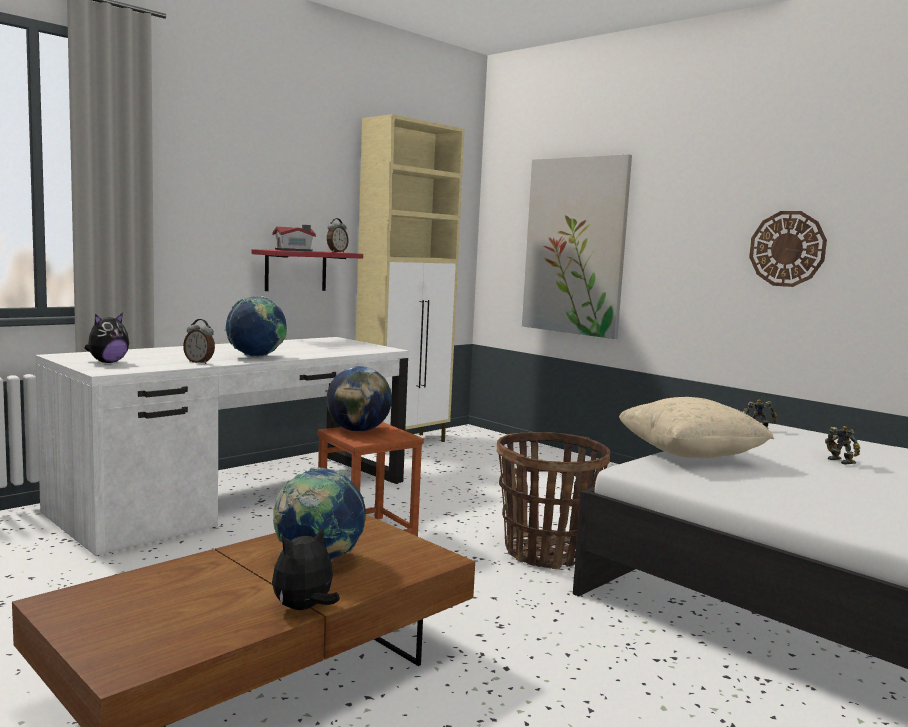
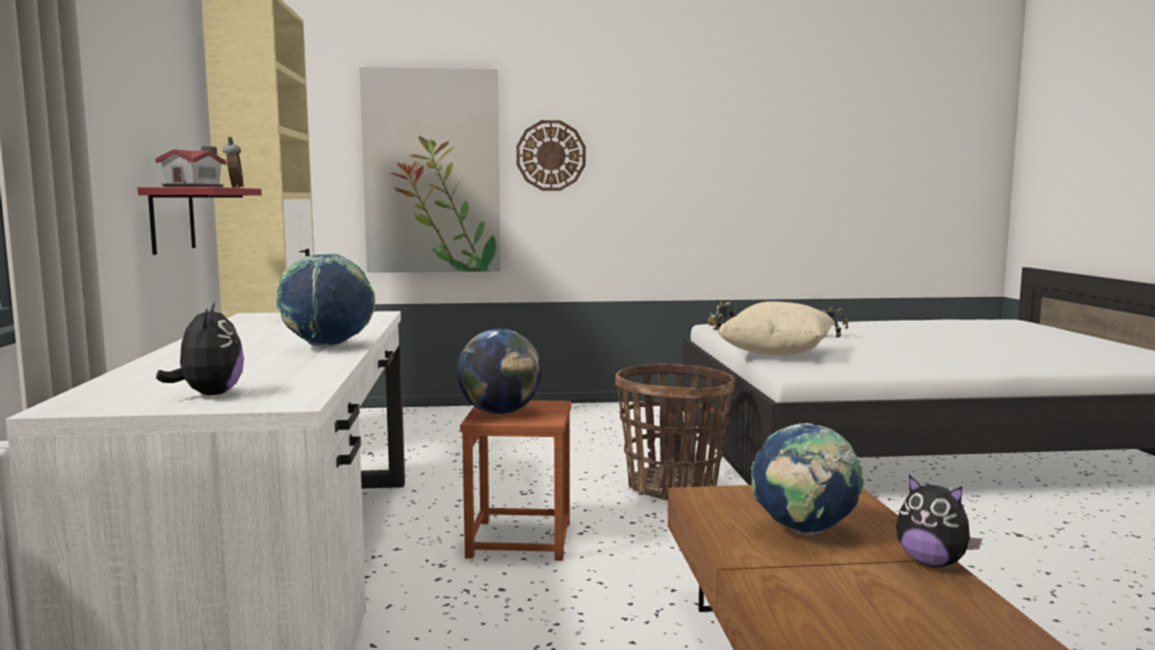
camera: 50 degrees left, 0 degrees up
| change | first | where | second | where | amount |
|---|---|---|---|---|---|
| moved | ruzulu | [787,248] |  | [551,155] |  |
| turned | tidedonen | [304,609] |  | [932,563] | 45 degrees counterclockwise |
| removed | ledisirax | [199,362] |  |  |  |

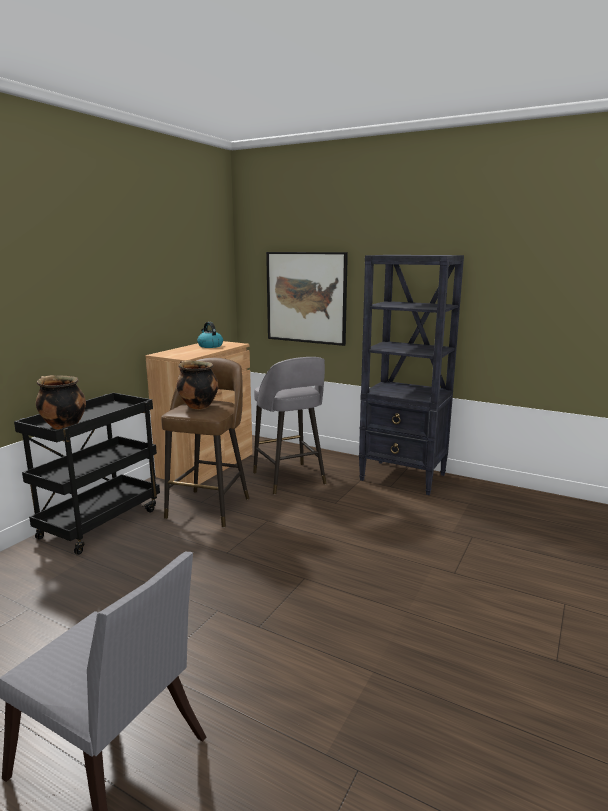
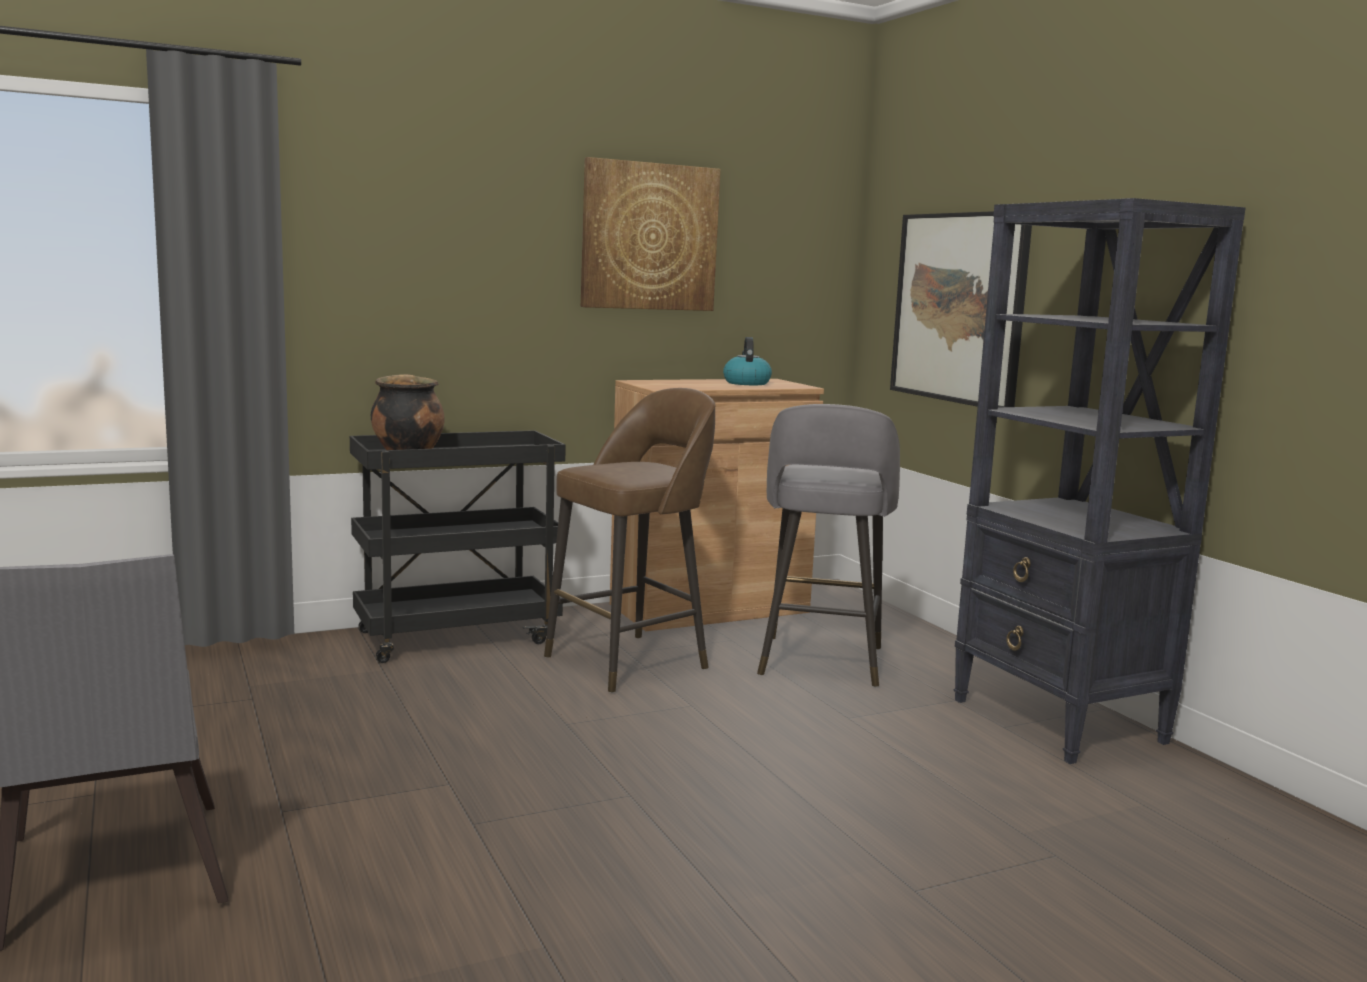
camera: 35 degrees right, 5 degrees down
| change | first | where | second | where | amount |
|---|---|---|---|---|---|
| added |  |  | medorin | [649,237] |  |
| removed | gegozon | [197,406] |  |  |  |

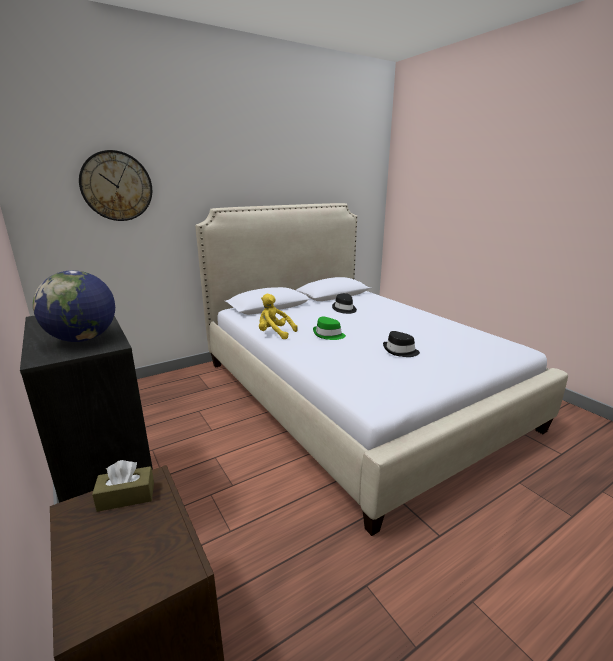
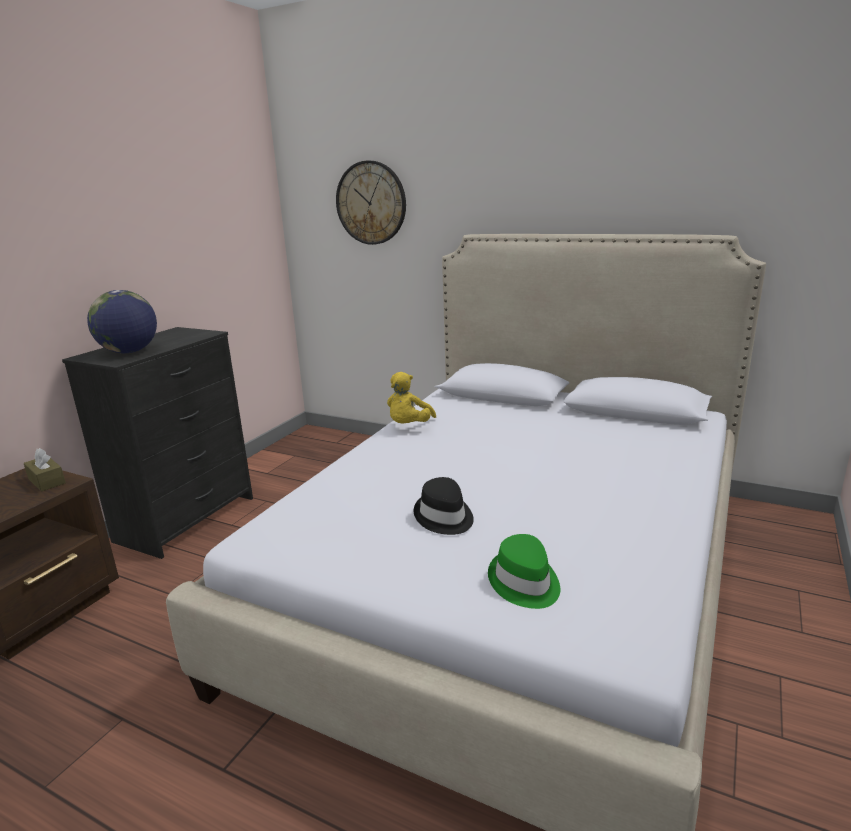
camera: 60 degrees right, 0 degrees up
| change | first | where | second | where | amount |
|---|---|---|---|---|---|
| turned | tidedonen (yellow) | [274,333] |  | [409,426] | 150 degrees counterclockwise |
| moved | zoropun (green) | [328,335] |  | [524,583] |  |
| removed | zoropun (black) | [344,309] |  |  |  |

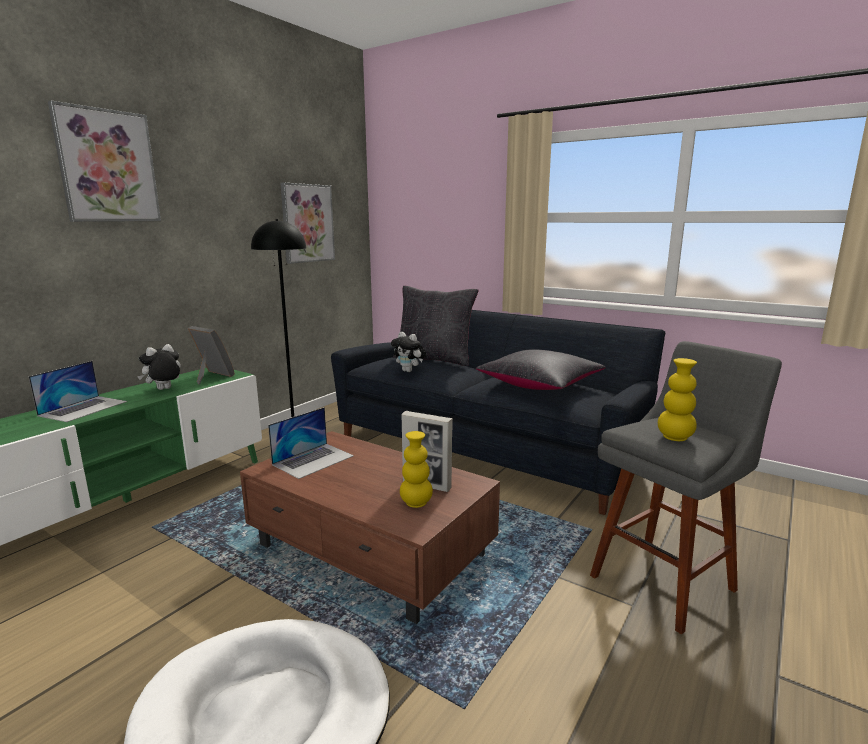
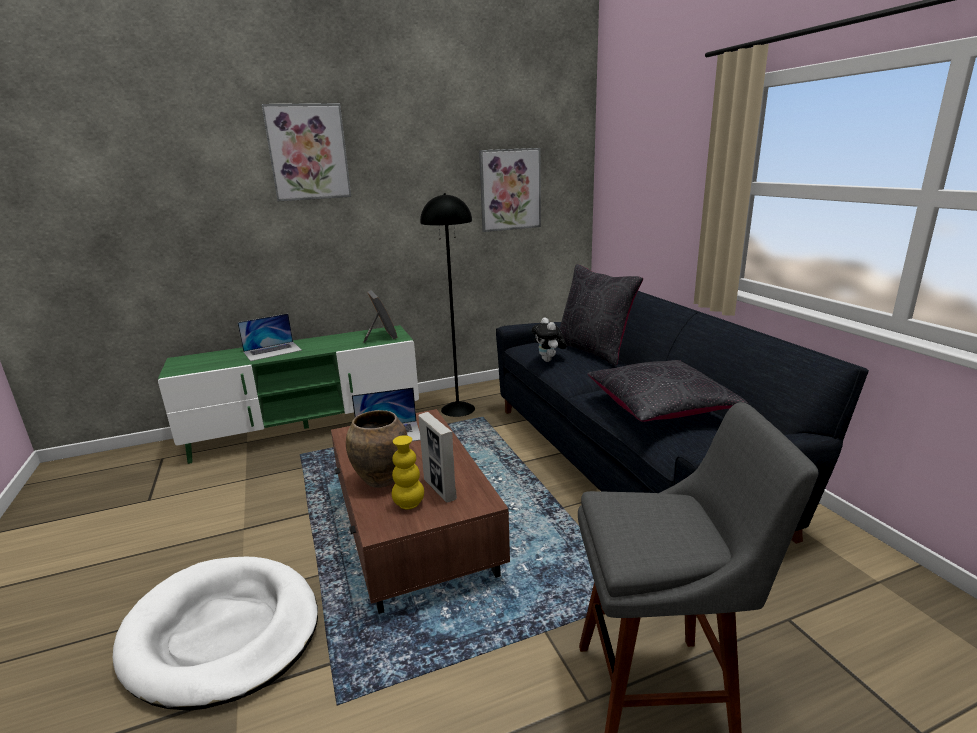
camera: 35 degrees right, 5 degrees up
| change | first | where | second | where | amount |
|---|---|---|---|---|---|
| added |  |  | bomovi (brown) | [381,480] |  |
| removed | tidedonen | [164,389] |  |  |  |
| removed | bomovi (yellow) | [675,438] |  |  |  |

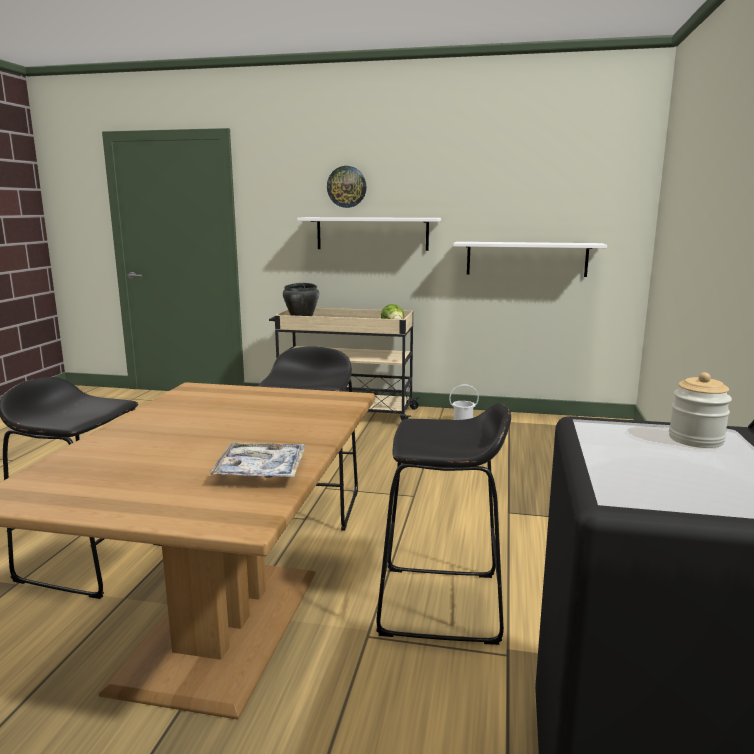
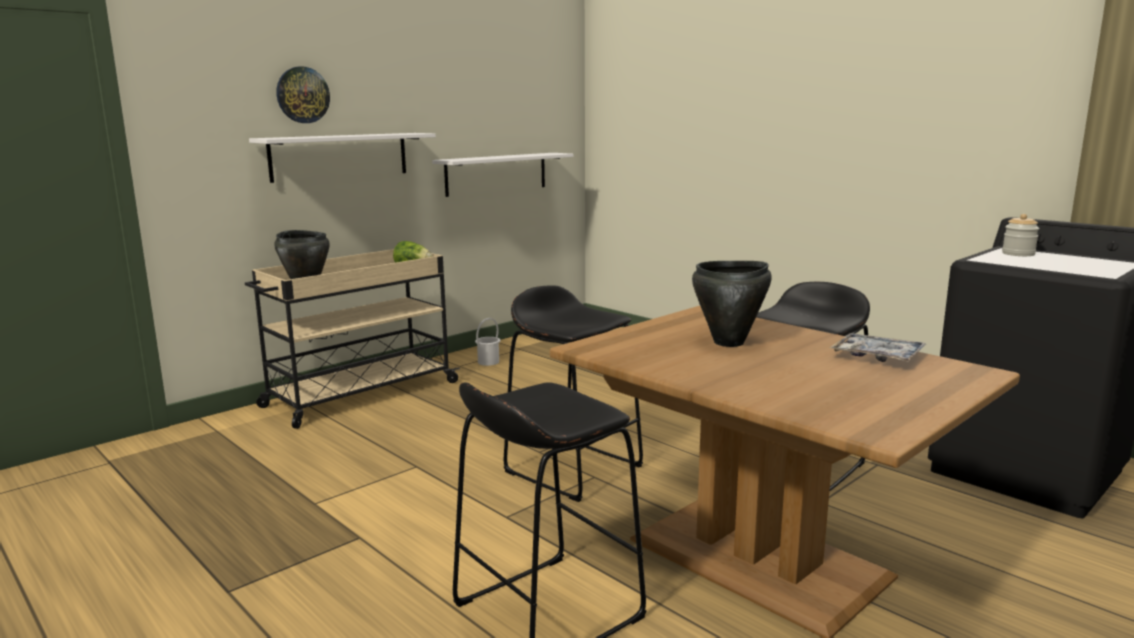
camera: 55 degrees left, 0 degrees up
| change | first | where | second | where | amount |
|---|---|---|---|---|---|
| added |  |  | gegozon (black) | [729,343] |  |

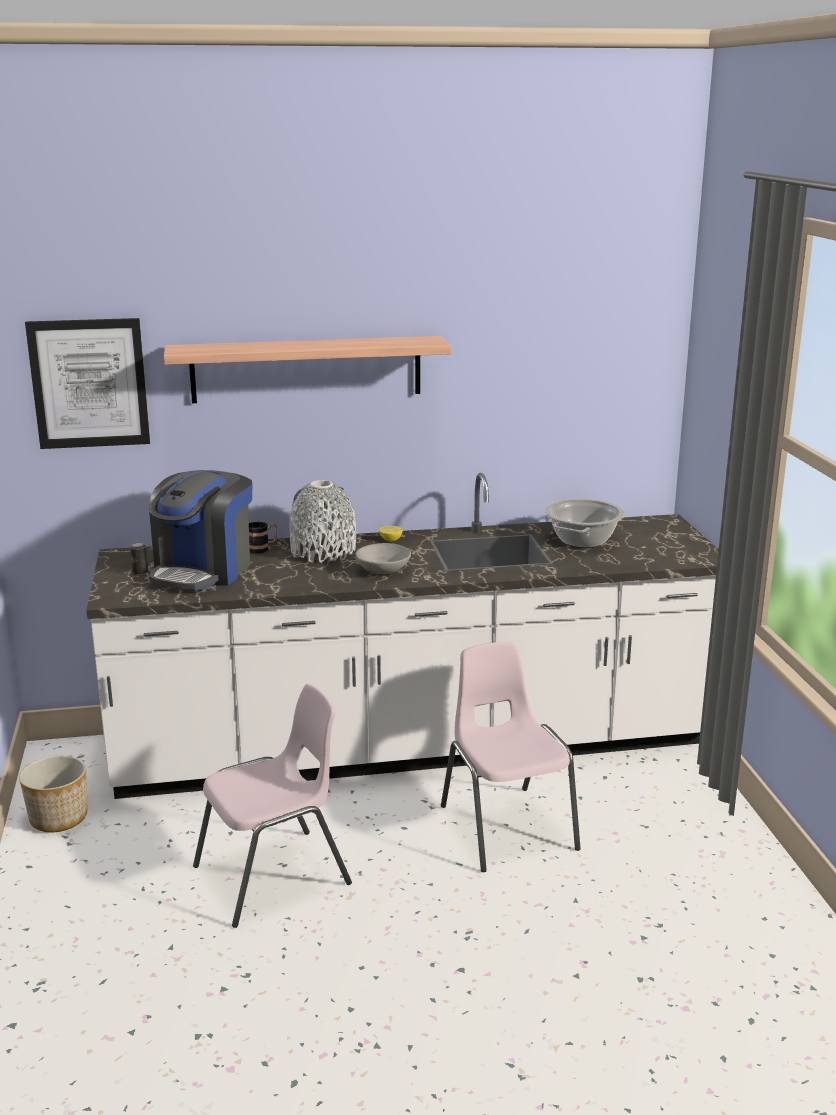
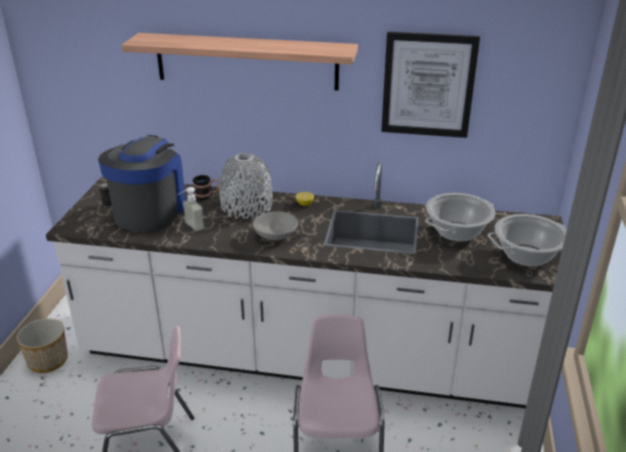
camera: 20 degrees right, 10 degrees up
| change | first | where | second | where | amount |
|---|---|---|---|---|---|
| turned | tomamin | [203,571] |  | [150,211] | 150 degrees clockwise |
| added |  |  | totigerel | [190,227] |  |
| moved | medorin | [89,383] |  | [428,85] |  |
| added |  |  | gegozon | [527,255] |  |

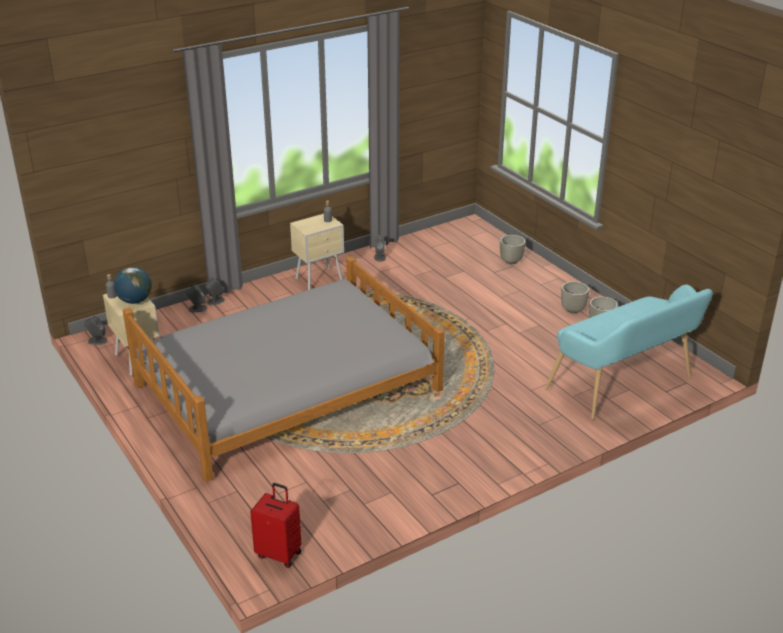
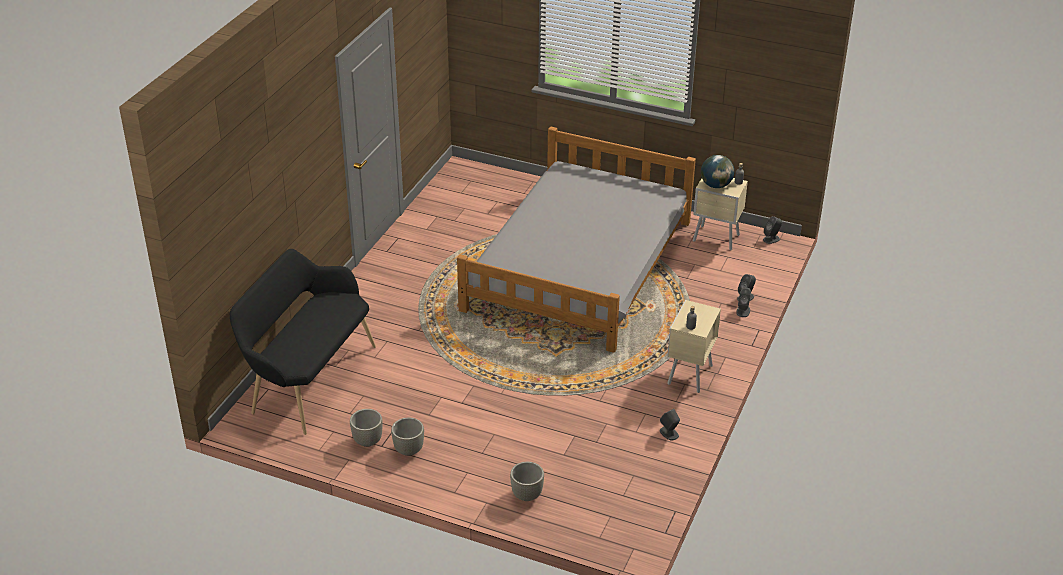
camera: 145 degrees right, 5 degrees up
| change | first | where | second | where | amount |
|---|---|---|---|---|---|
| recoloured | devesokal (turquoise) | [625,385] | devesokal (black) | [308,379] |  |
| removed | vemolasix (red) | [279,553] |  |  |  |

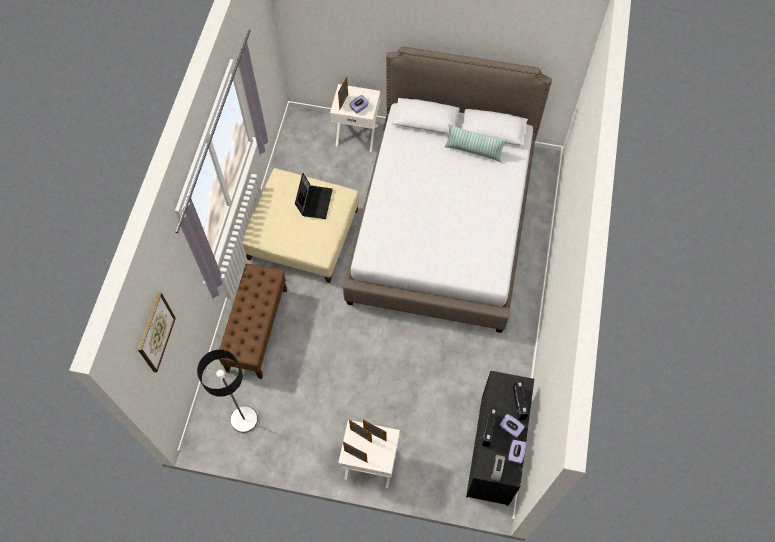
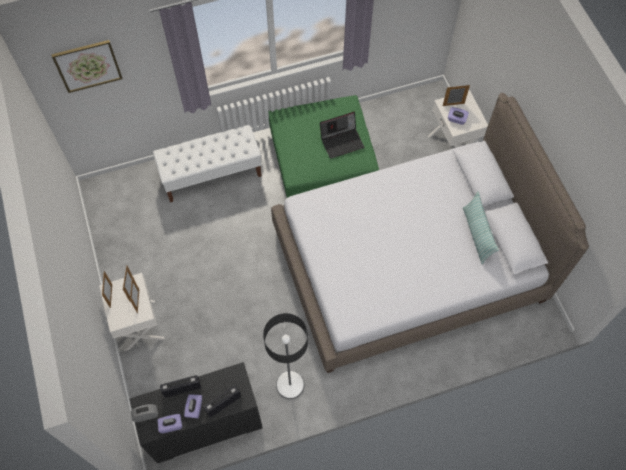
camera: 60 degrees right, 0 degrees up
| change | first | where | second | where | amount |
|---|---|---|---|---|---|
| recoloured | devesokal (brown) | [257,329] | devesokal (white) | [212,175] |  |
| moved | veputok | [244,419] |  | [289,385] |  |
| recoloured | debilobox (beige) | [303,234] | debilobox (green) | [322,159] |  |

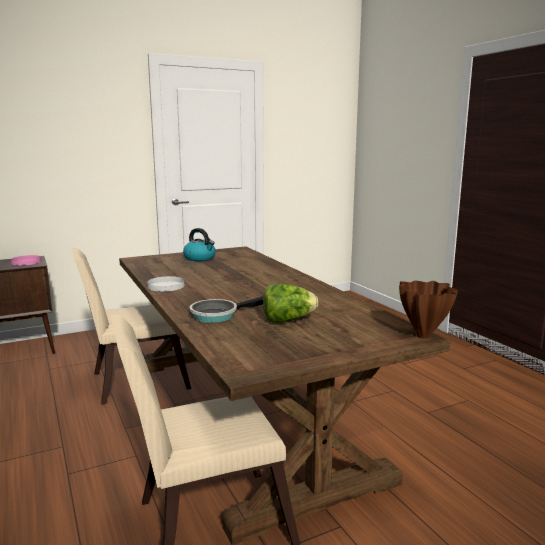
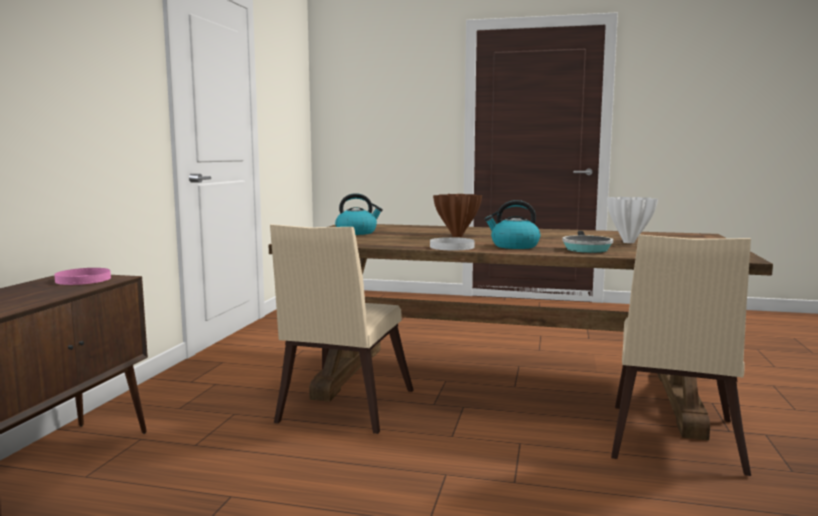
camera: 50 degrees left, 5 degrees down
| change | first | where | second | where | amount |
|---|---|---|---|---|---|
| moved | bomovi (brown) | [424,336] |  | [458,236] |  |
| added |  |  | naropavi | [514,246] |  |
| replaced | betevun | [288,320] | bomovi (white) | [629,242] |  |

